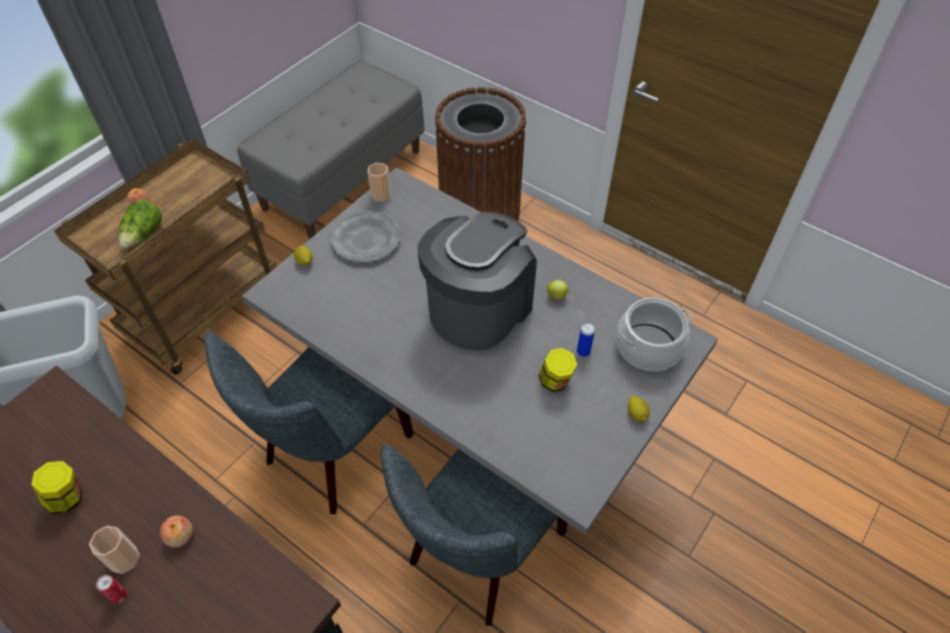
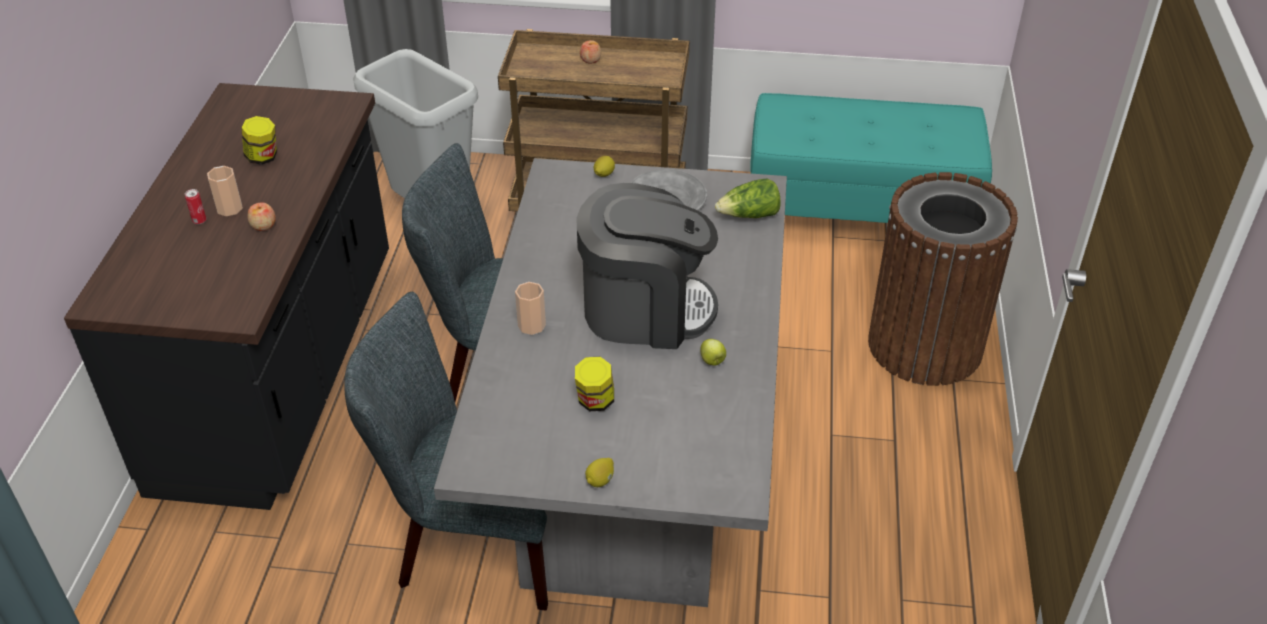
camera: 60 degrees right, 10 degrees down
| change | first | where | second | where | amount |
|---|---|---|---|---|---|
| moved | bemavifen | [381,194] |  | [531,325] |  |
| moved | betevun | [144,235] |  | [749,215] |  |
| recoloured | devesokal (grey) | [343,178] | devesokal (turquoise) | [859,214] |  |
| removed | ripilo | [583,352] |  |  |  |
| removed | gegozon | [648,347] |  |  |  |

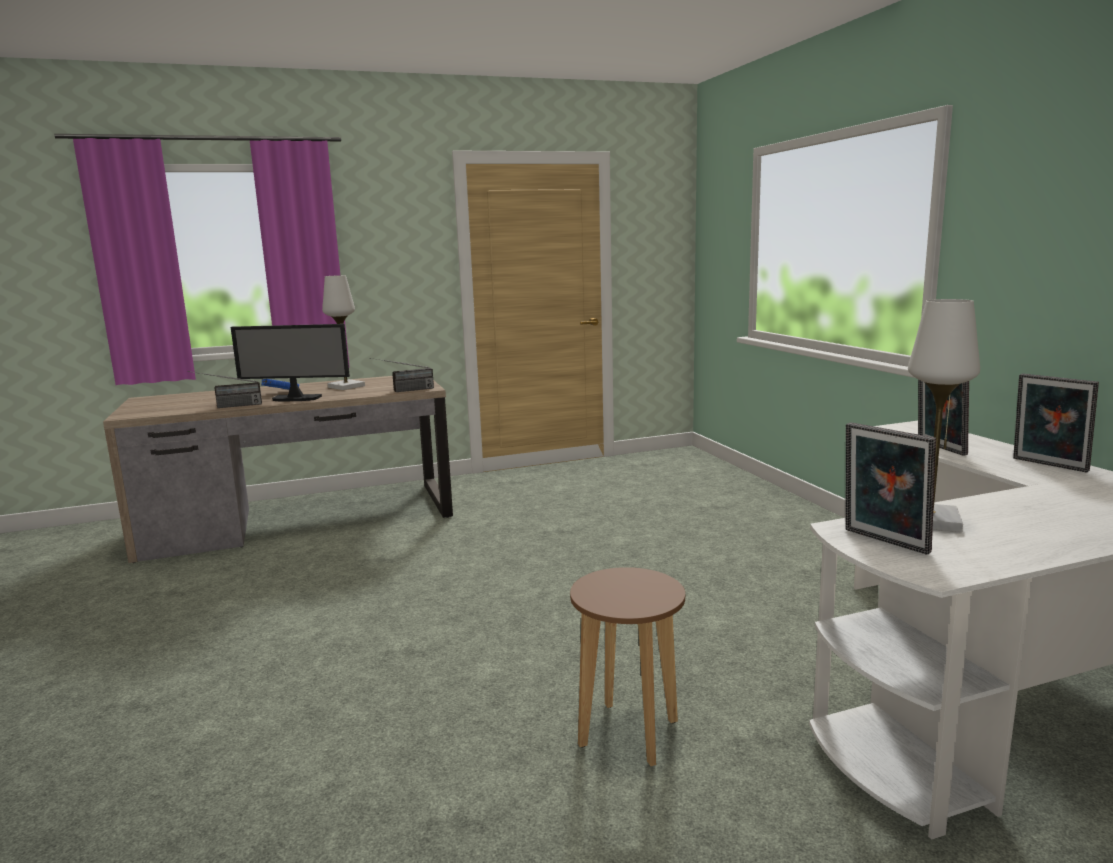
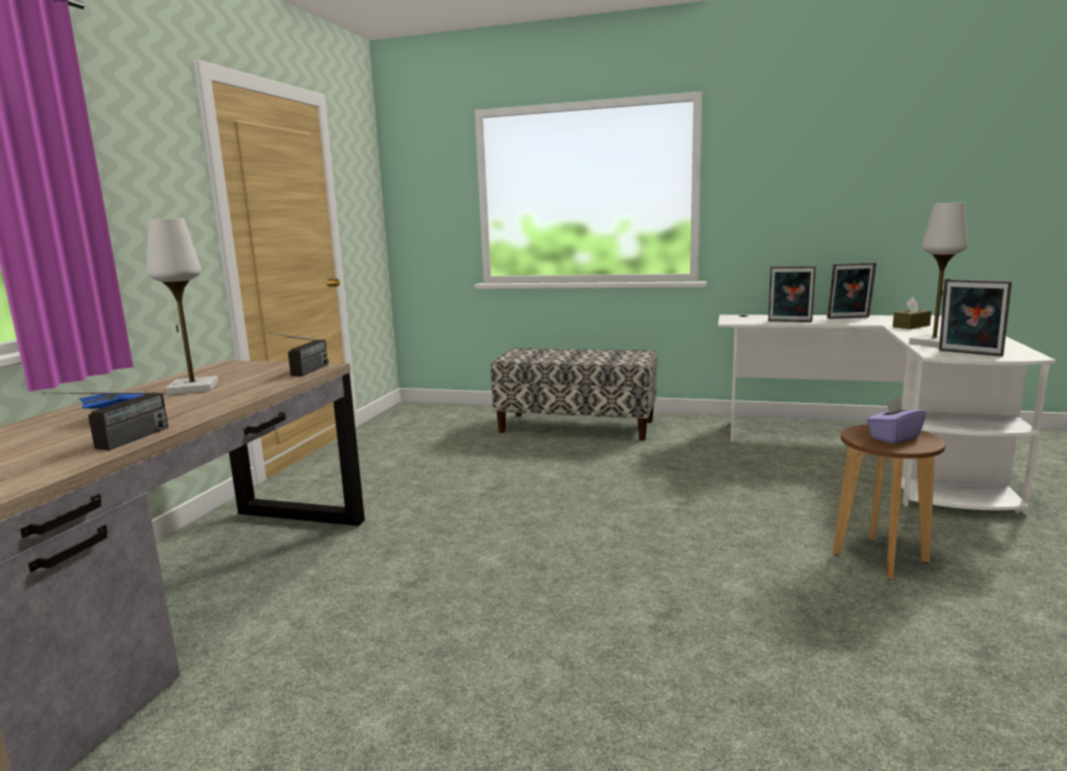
camera: 55 degrees left, 0 degrees up
| change | first | where | second | where | amount |
|---|---|---|---|---|---|
| added |  |  | devesokal | [577,426] |  |
| added |  |  | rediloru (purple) | [894,437] |  |
| added |  |  | rediloru (brown) | [911,326] |  |
| turned | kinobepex | [883,542] |  | [969,353] | 45 degrees clockwise |
| removed | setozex | [296,399] |  |  |  |

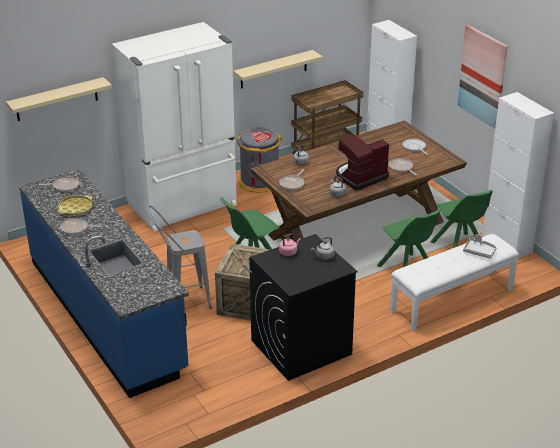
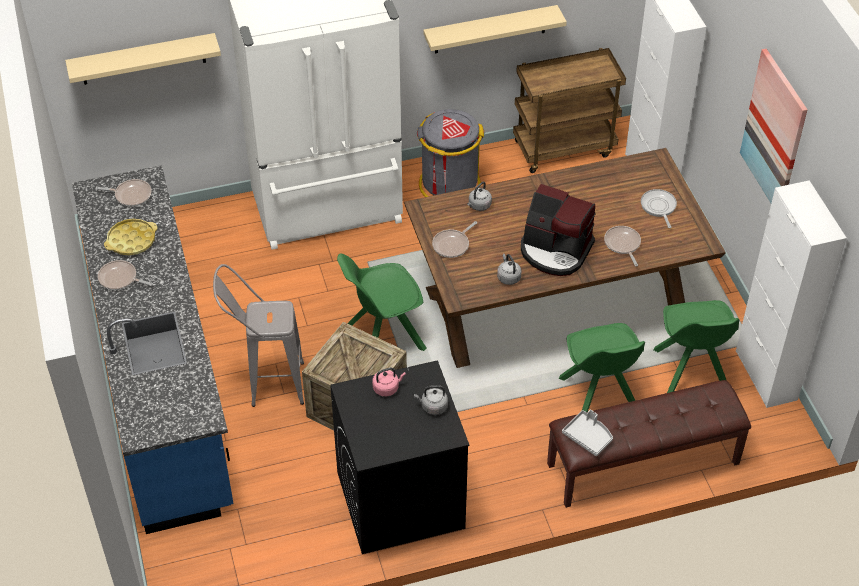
camera: 15 degrees right, 15 degrees up
| change | first | where | second | where | amount |
|---|---|---|---|---|---|
| turned | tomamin | [360,177] |  | [555,250] | 135 degrees counterclockwise |
| recoloured | devesokal (white) | [452,300] | devesokal (brown) | [643,464] |  |
| moved | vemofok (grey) | [479,251] |  | [588,436] |  |

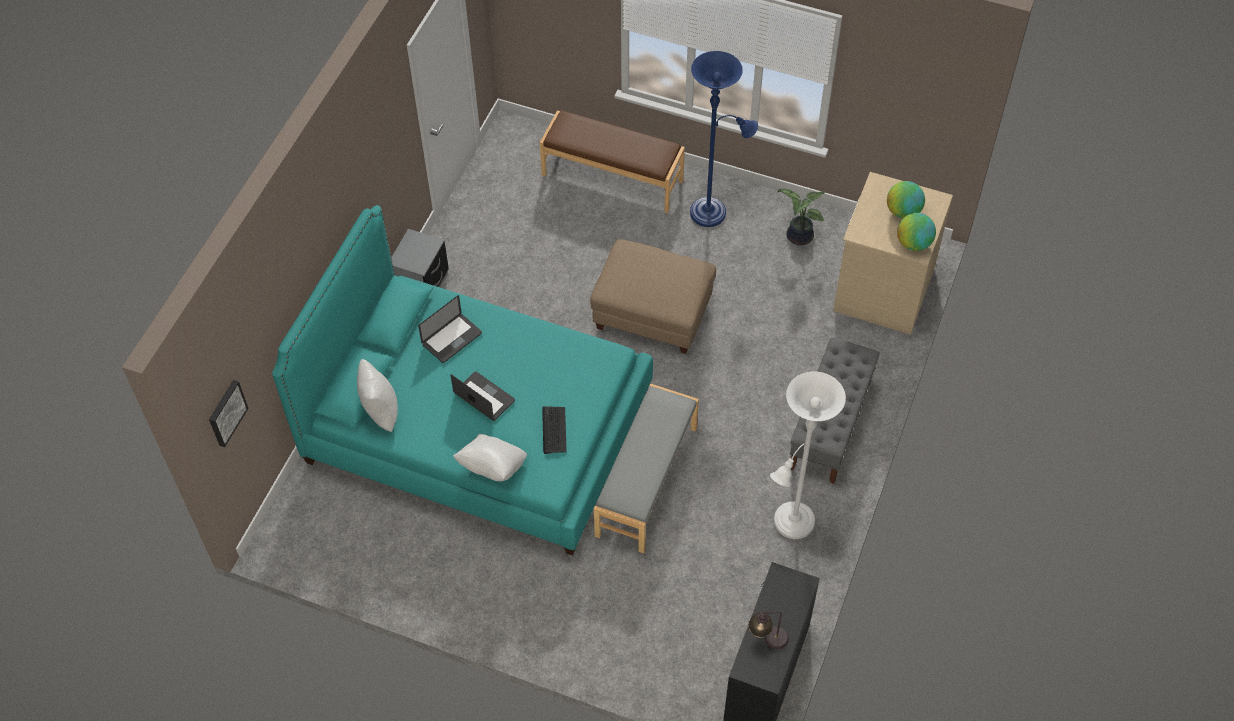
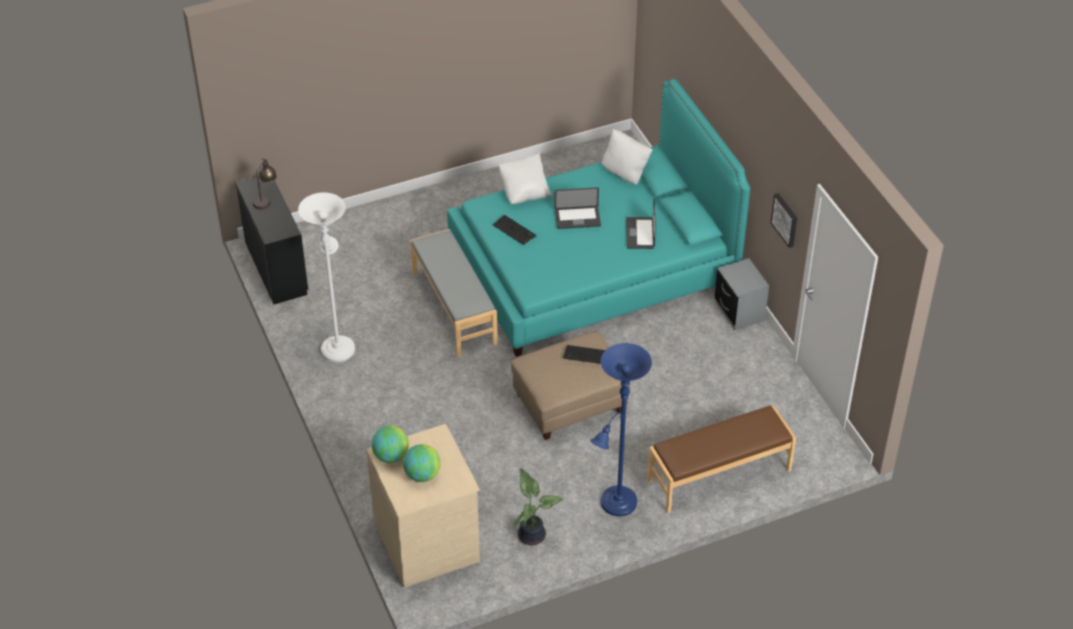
camera: 135 degrees right, 10 degrees down
| change | first | where | second | where | amount |
|---|---|---|---|---|---|
| added |  |  | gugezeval | [587,355] |  |
| moved | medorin | [226,412] |  | [785,219] |  |
| removed | devesokal (grey) | [830,425] |  |  |  |

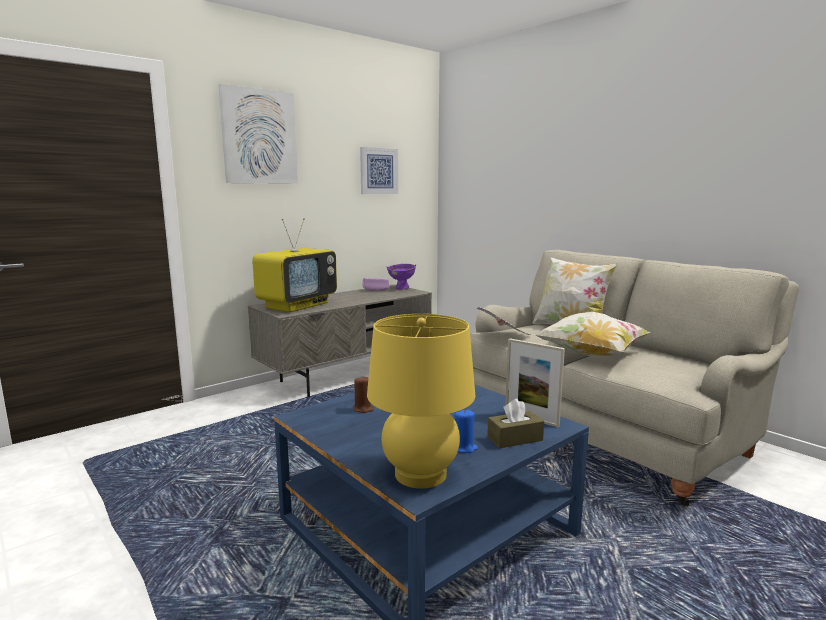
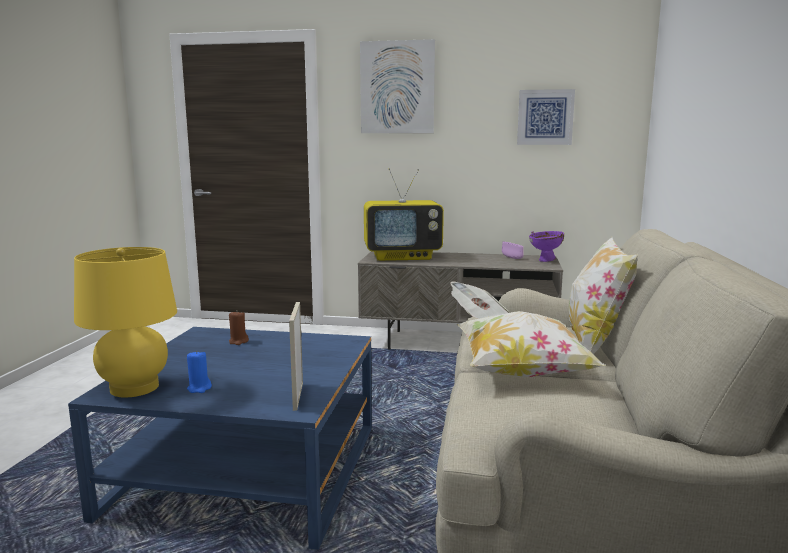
camera: 50 degrees right, 0 degrees up
| change | first | where | second | where | amount |
|---|---|---|---|---|---|
| removed | rediloru (brown) | [515,439] |  |  |  |

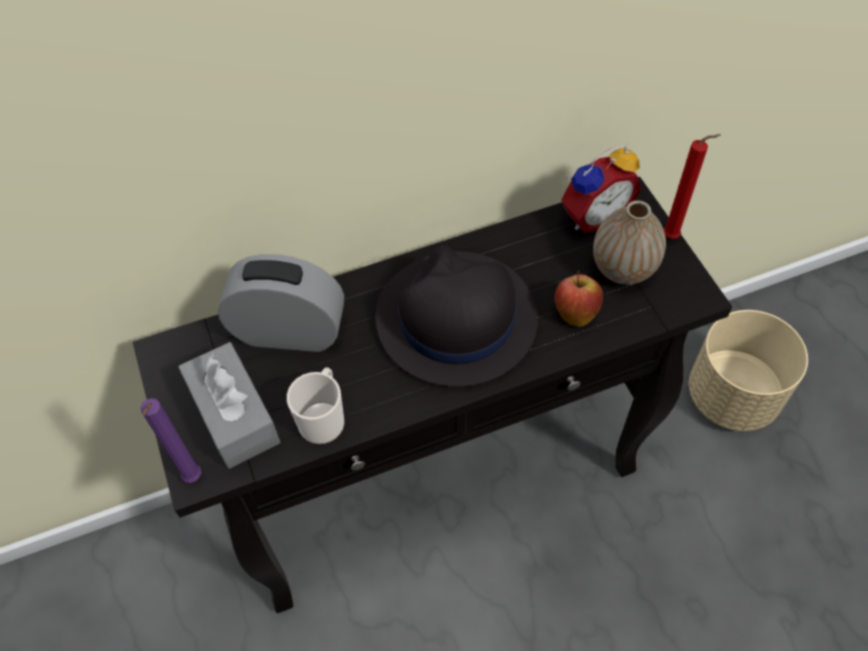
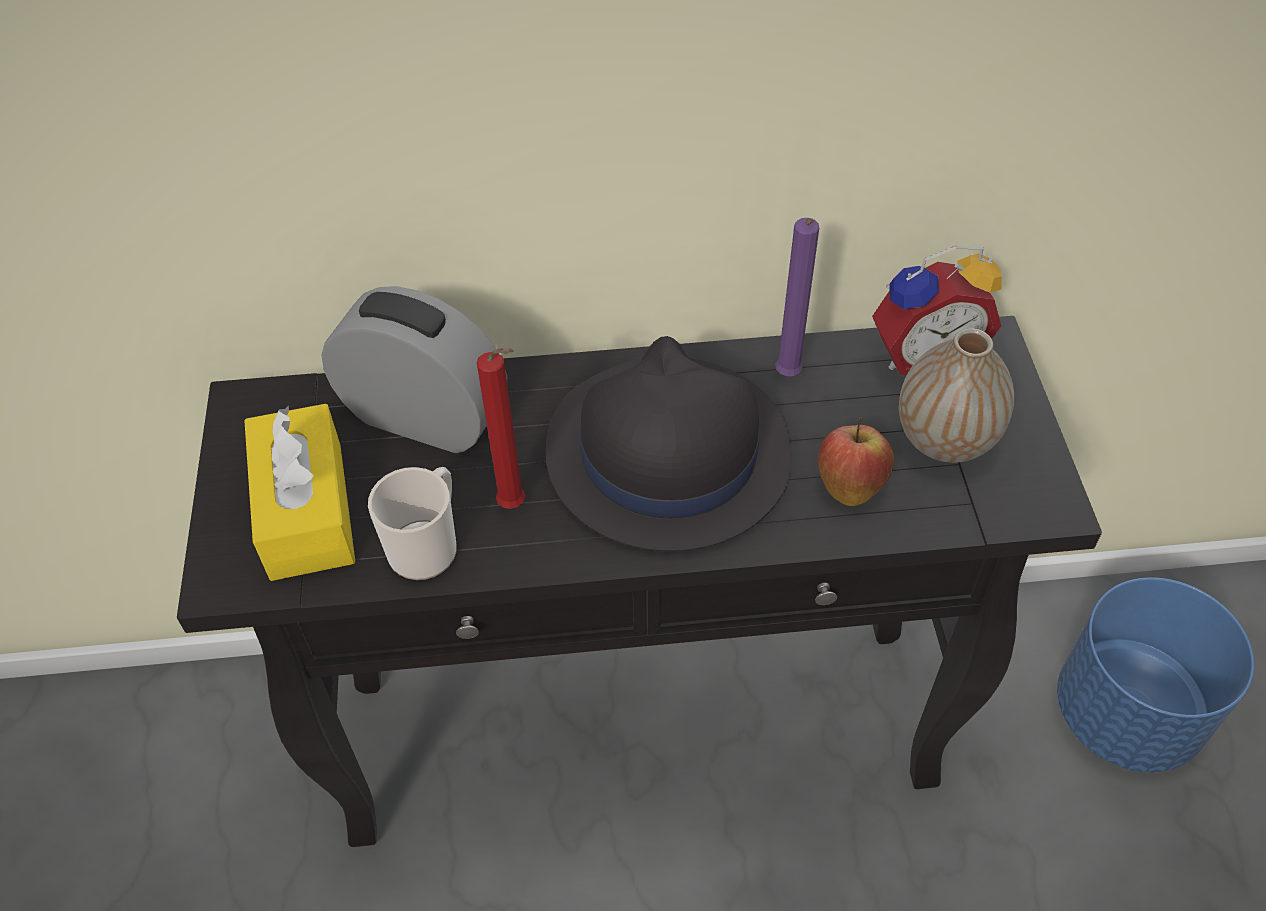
camera: 15 degrees right, 5 degrees down
| change | first | where | second | where | amount |
|---|---|---|---|---|---|
| recoloured | rediloru (grey) | [234,415] | rediloru (yellow) | [306,510] |  |
| moved | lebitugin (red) | [673,237] |  | [516,506] |  |
| moved | lebitugin (purple) | [192,480] |  | [787,377] |  |
| recoloured | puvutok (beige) | [732,395] | puvutok (blue) | [1126,712] |  |

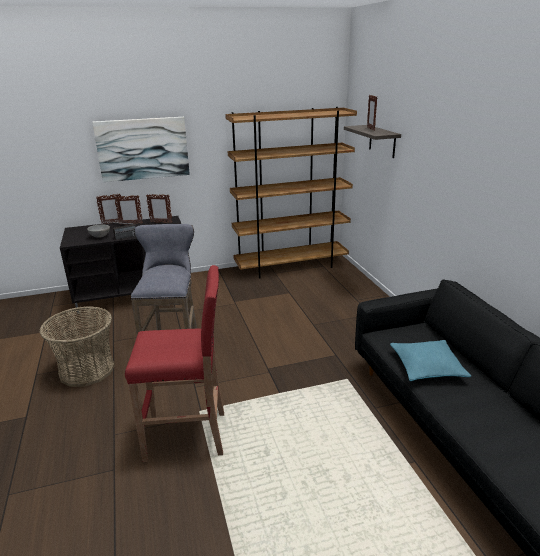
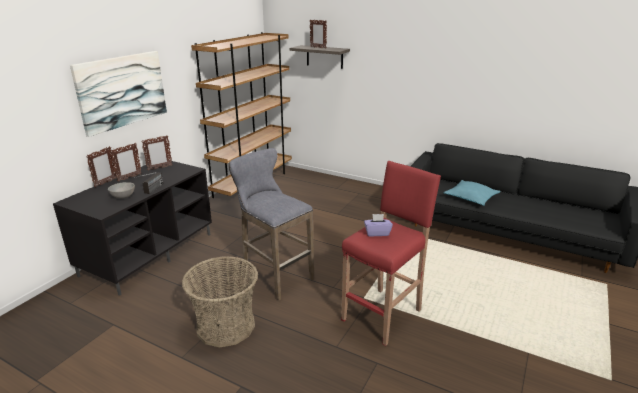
camera: 45 degrees left, 0 degrees up
| change | first | where | second | where | amount |
|---|---|---|---|---|---|
| added |  |  | rediloru (purple) | [377,233] |  |

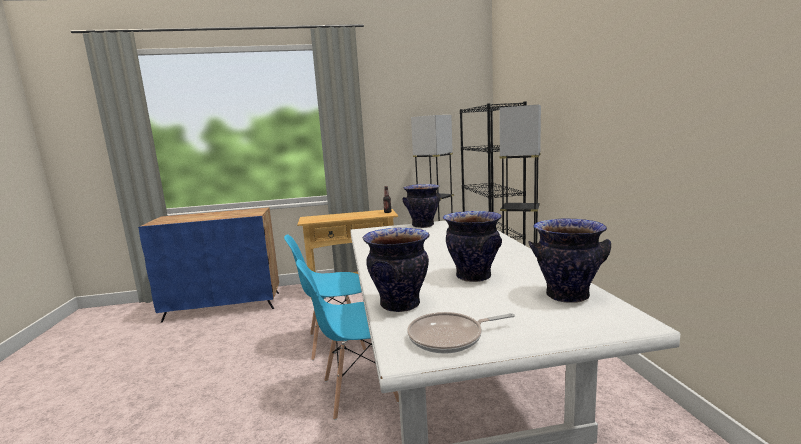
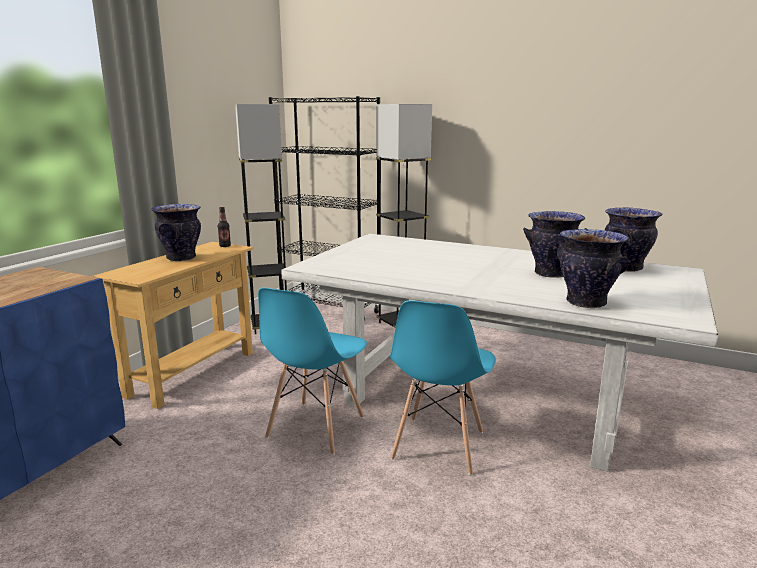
camera: 55 degrees left, 5 degrees up
| change | first | where | second | where | amount |
|---|---|---|---|---|---|
| moved | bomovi | [423,225] |  | [182,258] |  |
| removed | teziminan | [450,337] |  |  |  |

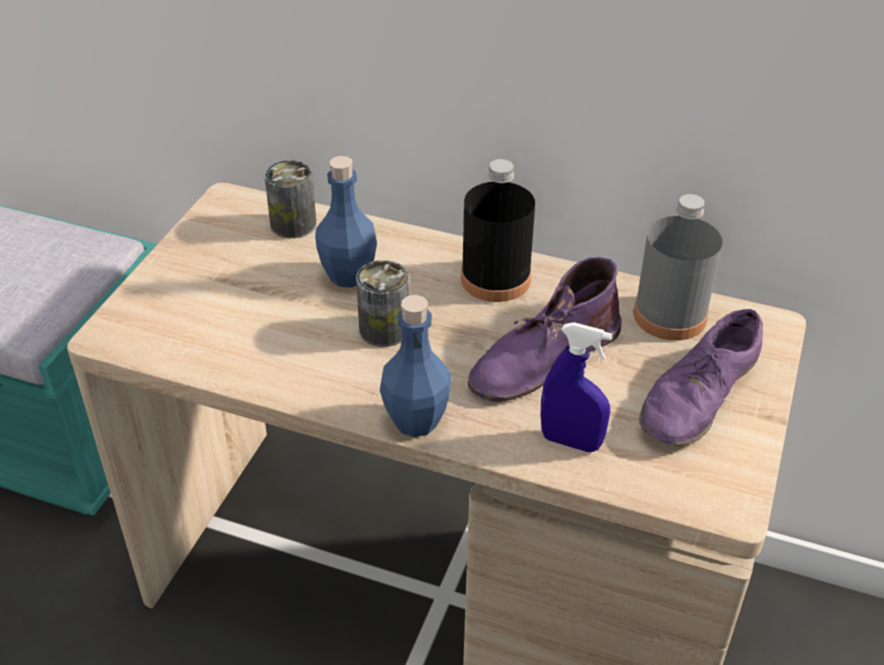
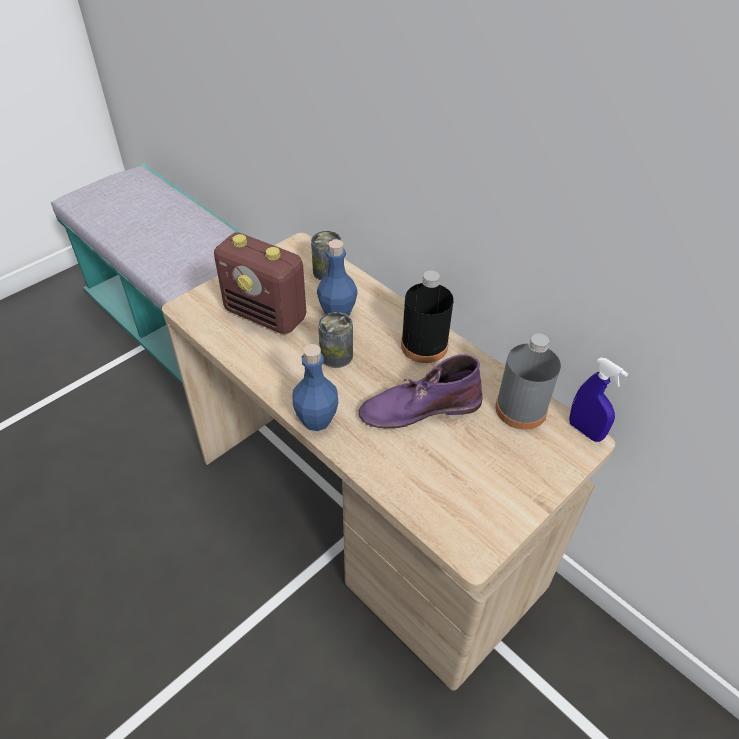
camera: 25 degrees right, 5 degrees up
| change | first | where | second | where | amount |
|---|---|---|---|---|---|
| added |  |  | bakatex | [266,315] |  |
| moved | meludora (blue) | [571,441] |  | [585,431] |  |
| removed | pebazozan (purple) | [699,396] |  |  |  |

